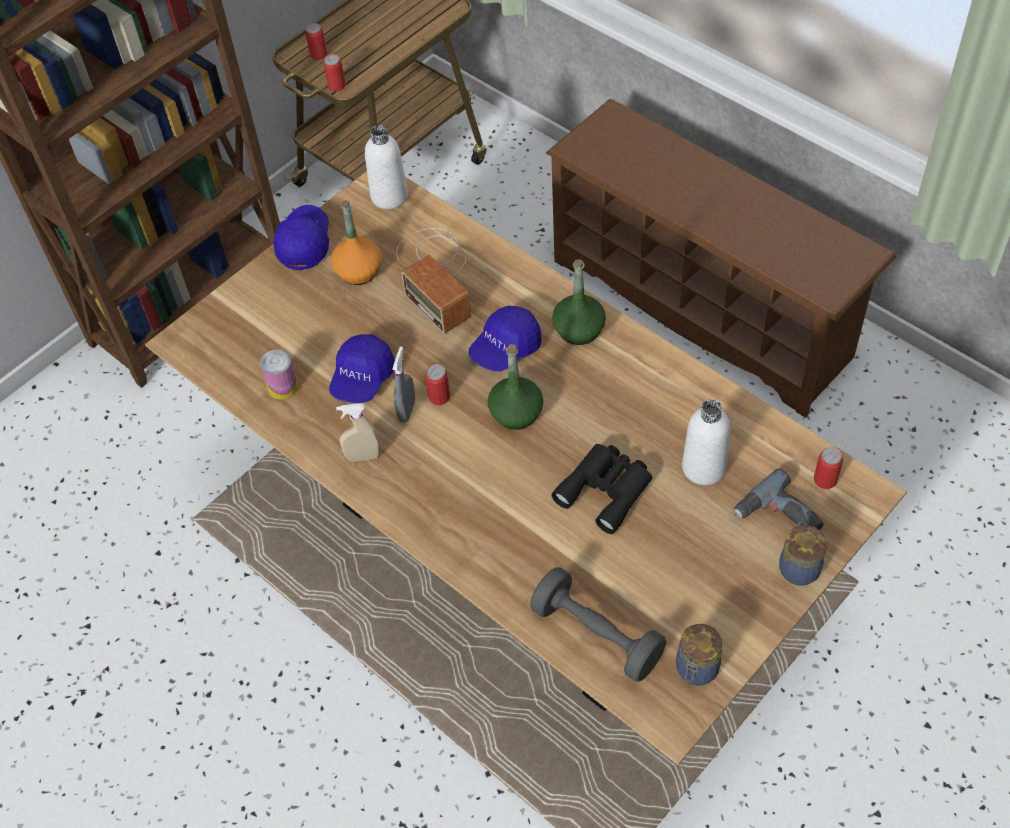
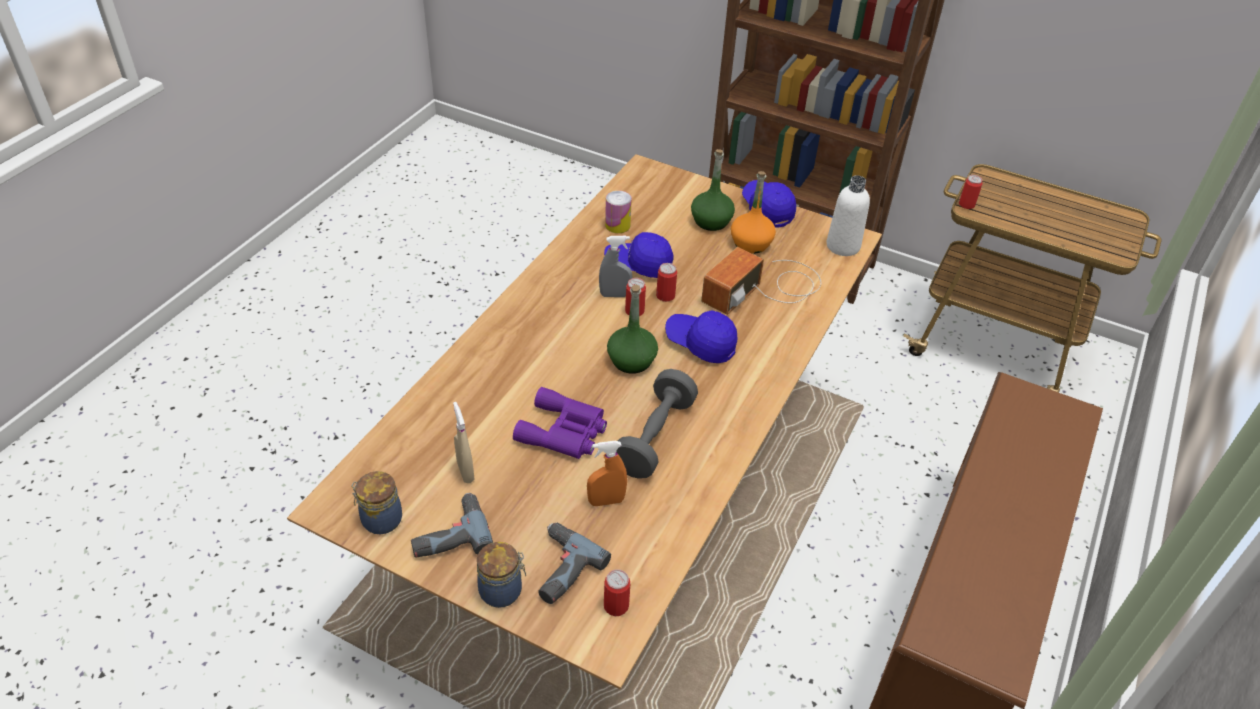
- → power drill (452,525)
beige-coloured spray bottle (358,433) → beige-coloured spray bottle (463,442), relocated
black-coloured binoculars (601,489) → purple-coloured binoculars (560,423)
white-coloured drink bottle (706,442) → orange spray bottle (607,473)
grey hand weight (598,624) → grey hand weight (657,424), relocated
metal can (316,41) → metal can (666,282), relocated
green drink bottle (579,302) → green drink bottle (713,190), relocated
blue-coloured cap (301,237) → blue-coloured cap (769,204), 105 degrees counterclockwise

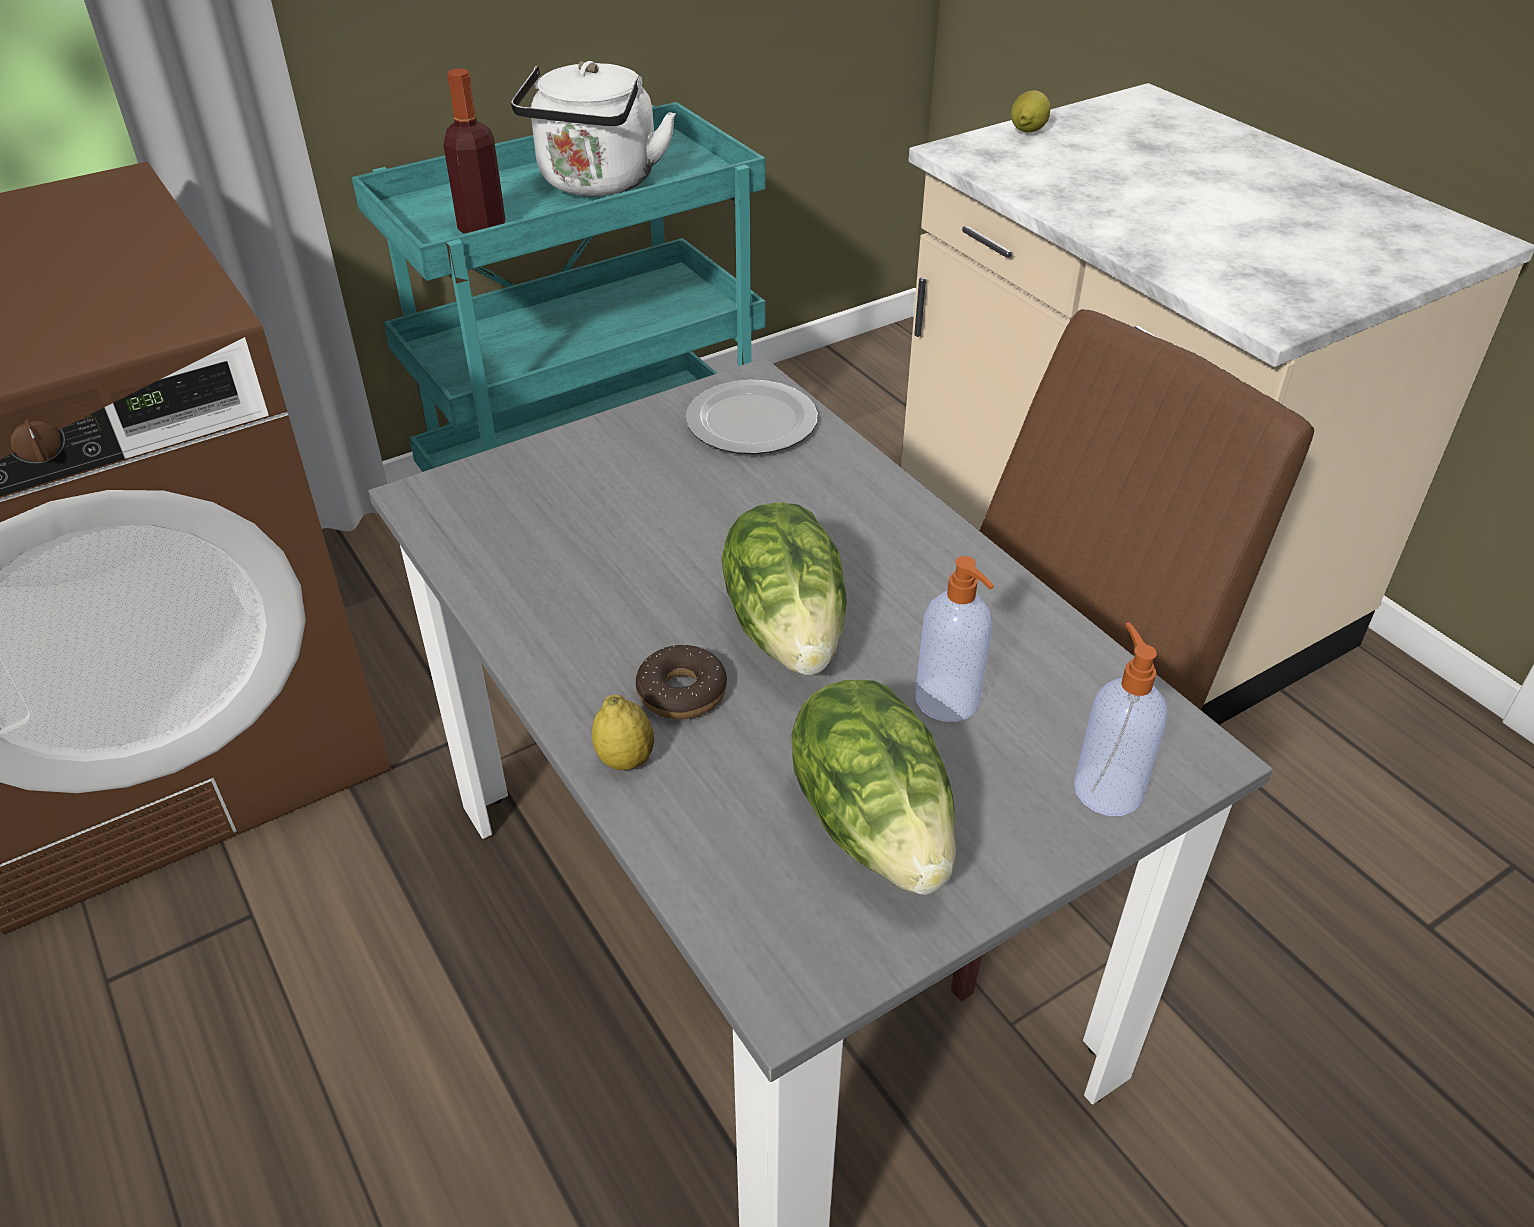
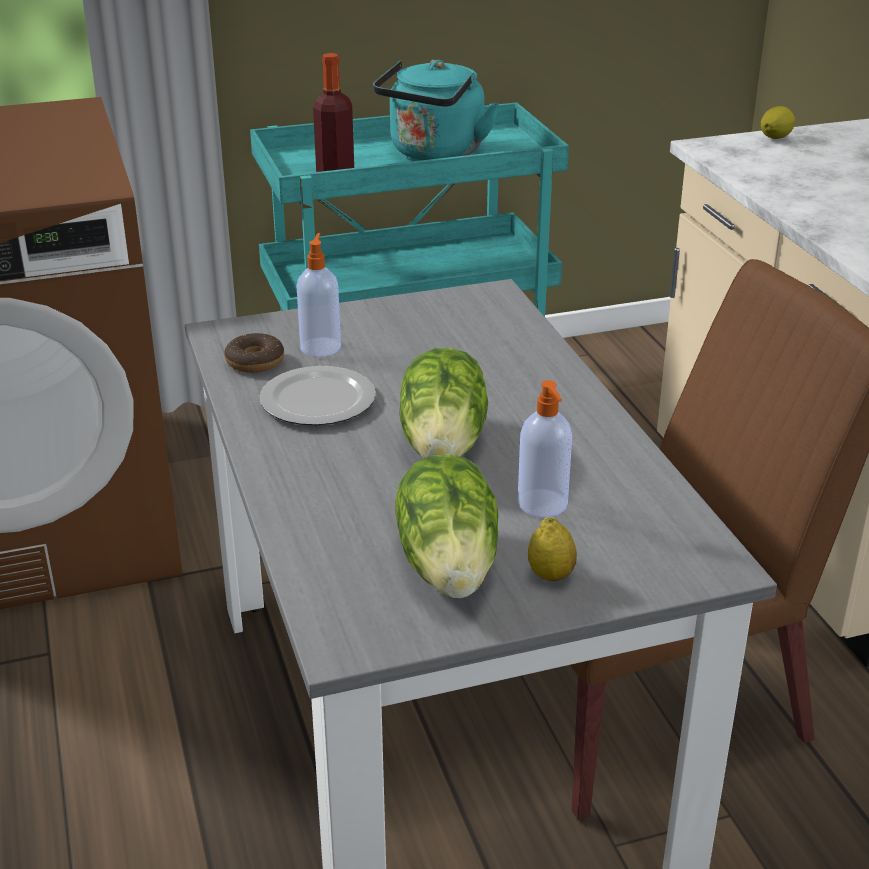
donut (681,682) → donut (254,353), relocated
plate (752,417) → plate (318,395), relocated
soap bottle (1120,719) → soap bottle (319,295), relocated
white-coloured kettle (593,128) → turquoise kettle (436,109)
citrus fruit (623,732) → citrus fruit (552,549), relocated

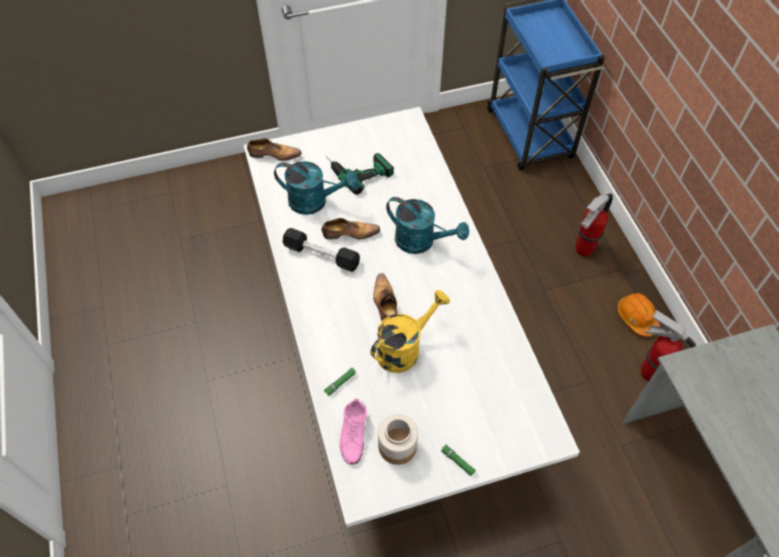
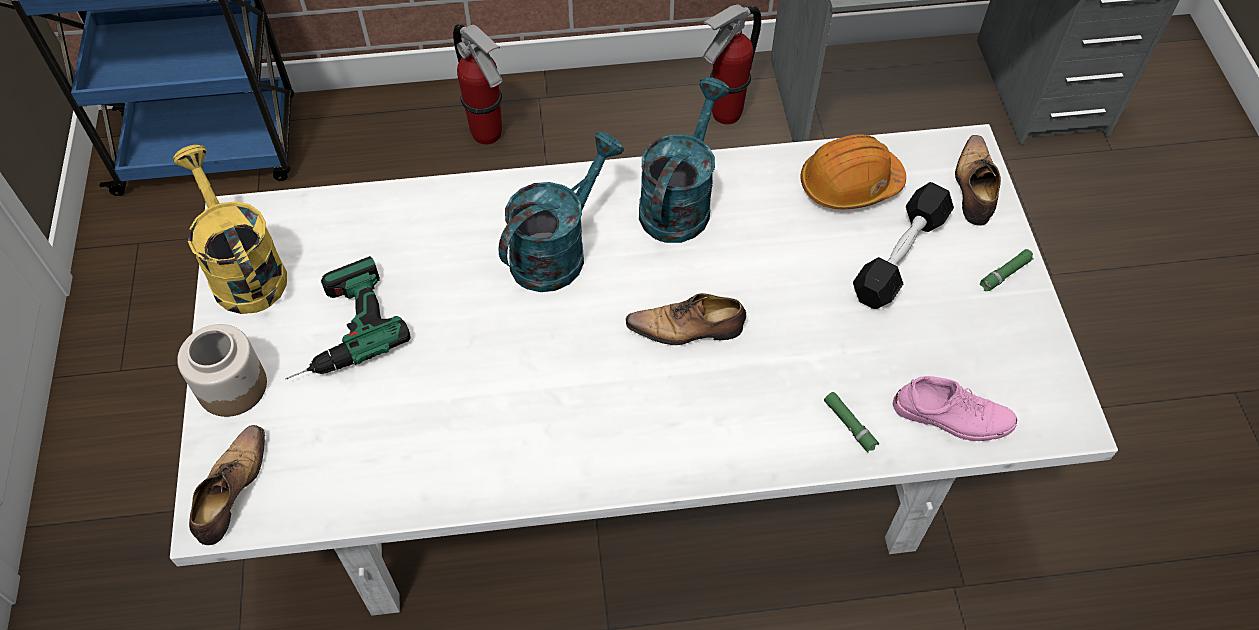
yellowish watering can (410,331) → yellowish watering can (230,229), relocated
jar (398,439) → jar (222,370), relocated
turquoise watering can (316,188) → turquoise watering can (684,160), relocated
orange hard hat (638,314) → orange hard hat (853,171), relocated
black-coloured hand weight (321,250) → black-coloured hand weight (903,245), relocated
item of footwear (351,229) → item of footwear (978,180), relocated

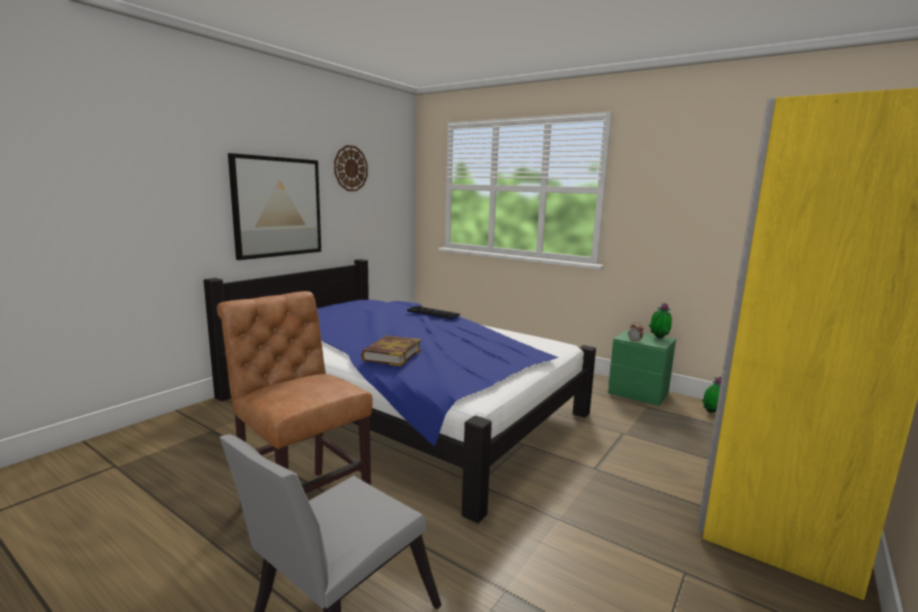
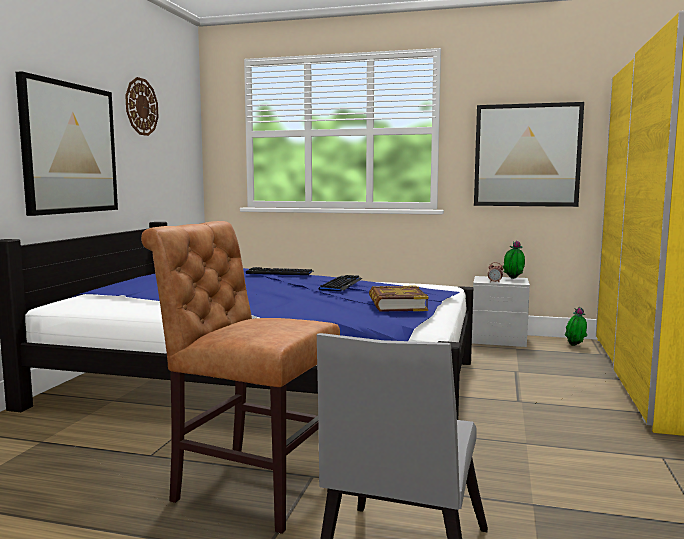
- → keyboard (341,283)
book (391,350) → book (399,298), relocated
green nightstand (642,368) → grey nightstand (501,311)
- → picture (529,154)

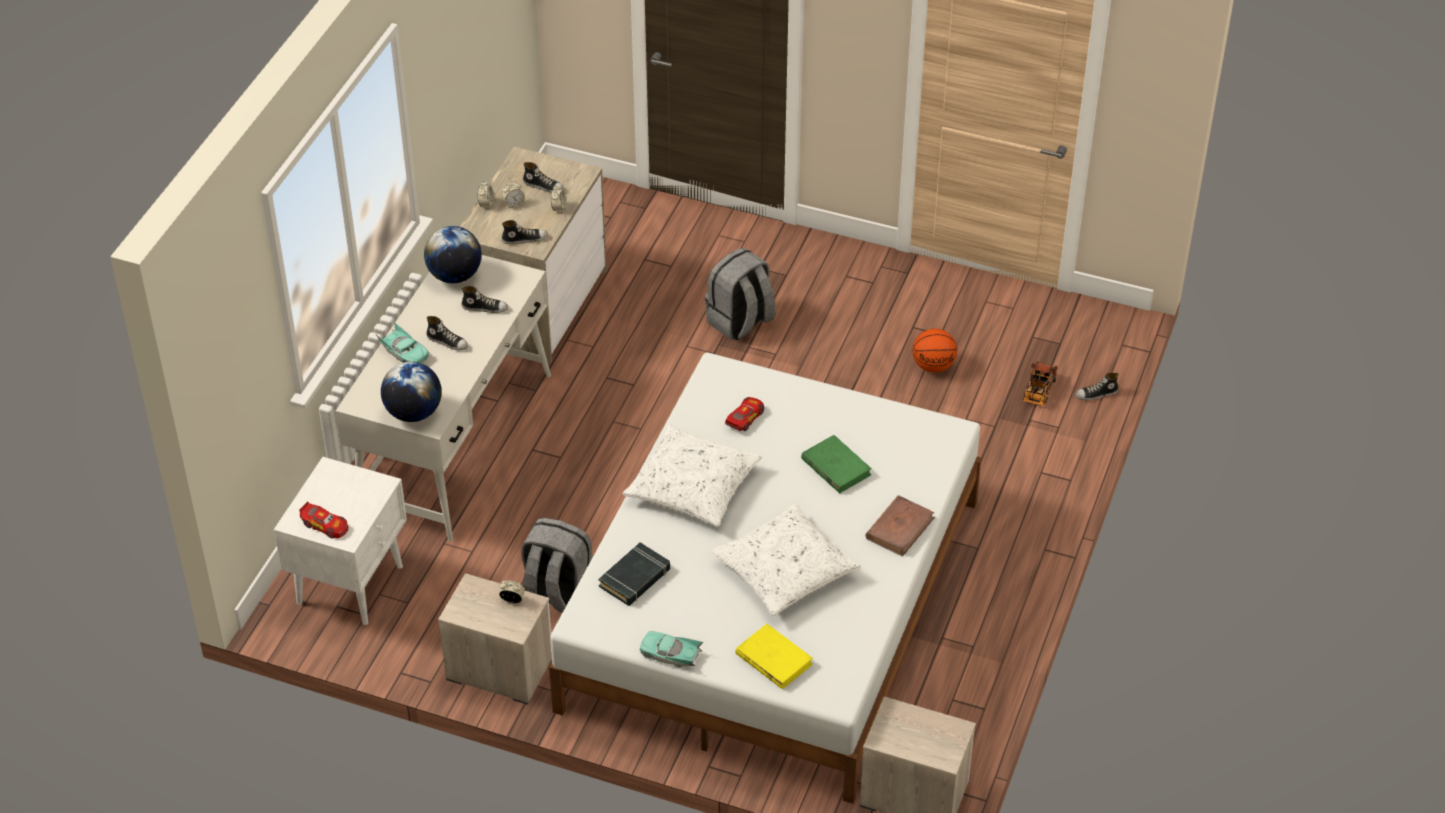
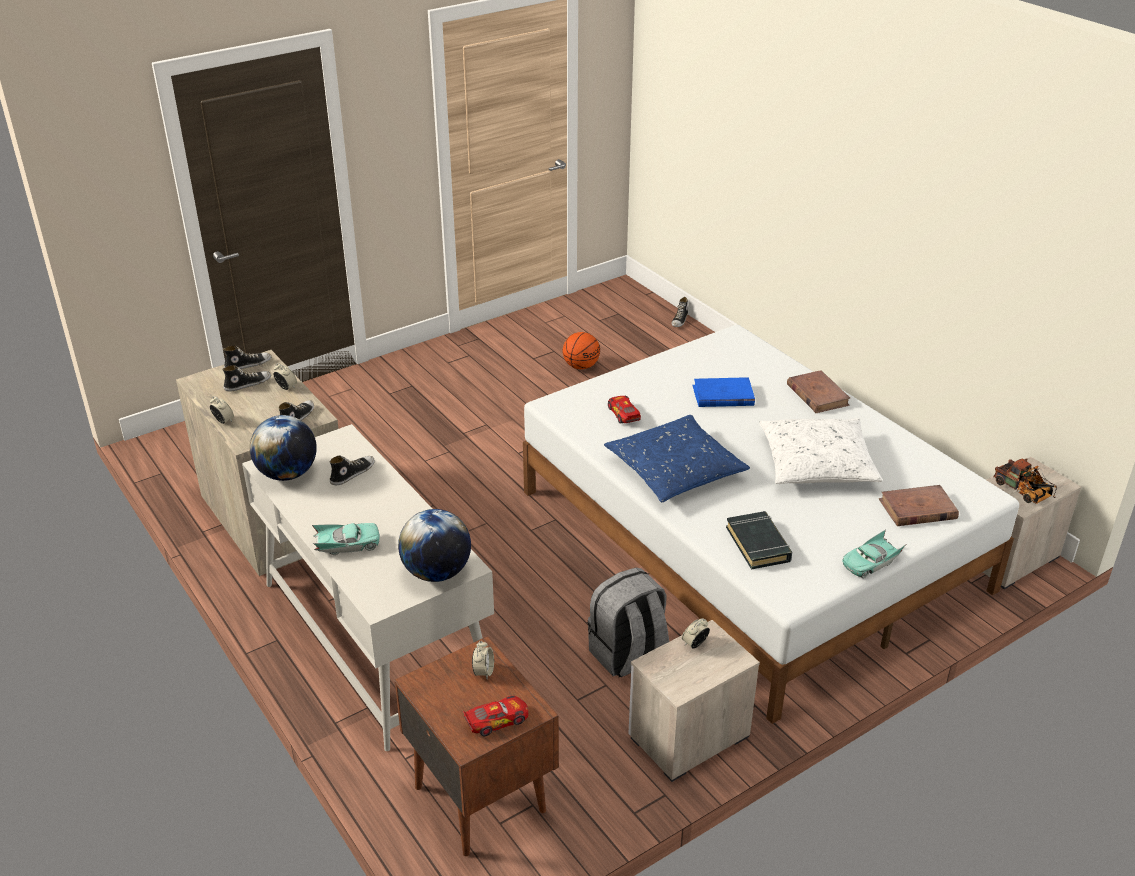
item of footwear (447,333) → item of footwear (247,357), relocated
white-coloured nightstand (340,541) → brown-coloured nightstand (476,746)
alarm clock (513,195) → alarm clock (483,660), relocated
white-coloured throw pillow (692,475) → blue-coloured throw pillow (677,458)
green book (836,464) → blue-coloured book (724,392)
yellowish book (774,656) → brown-coloured book (919,505)
toy lorry (1040,383) → toy lorry (1025,481), relocated
grey rucksack (740,294) → -

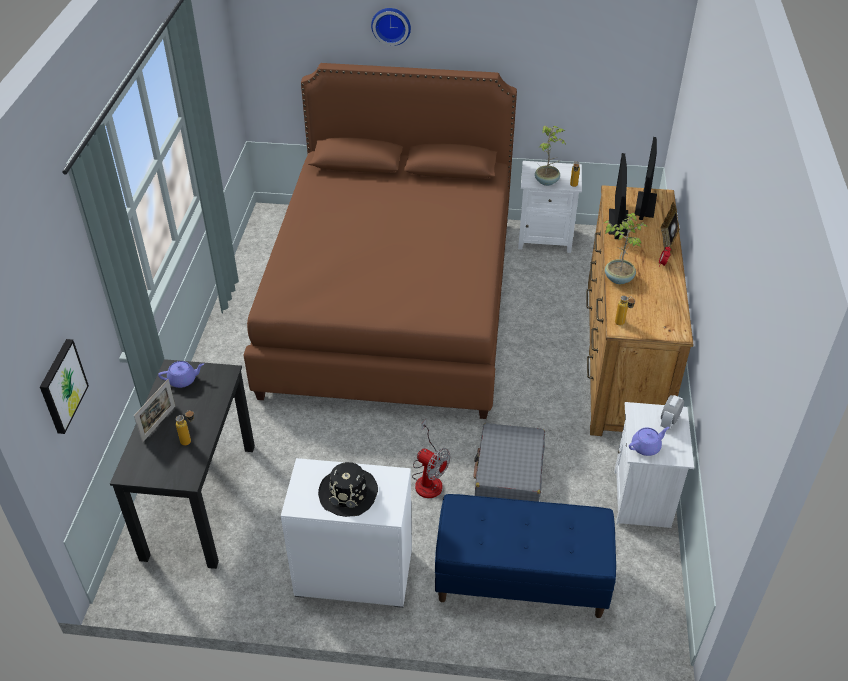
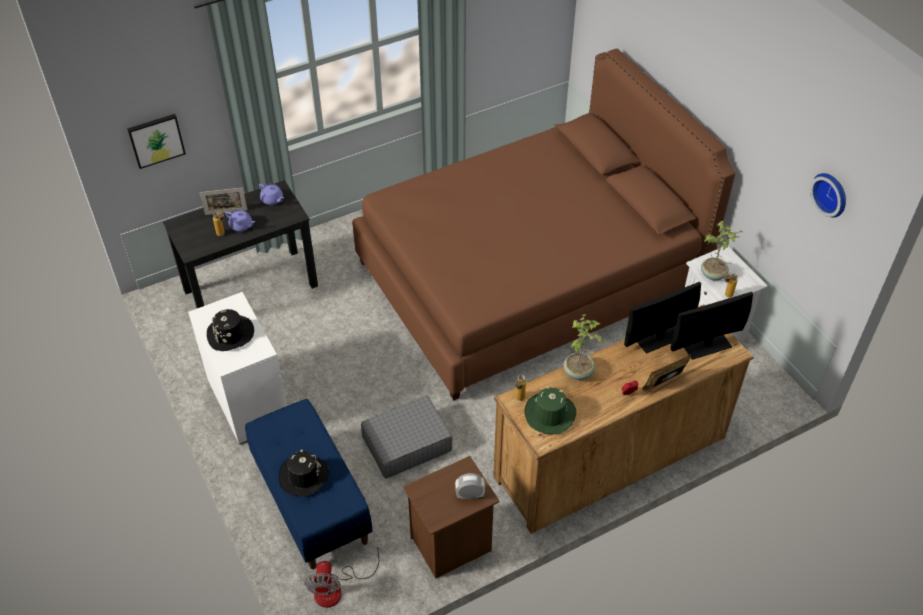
purple-coloured tea pot (649,441) → purple-coloured tea pot (240,220), relocated
- → black-coloured wearable hat (304,473)
cooling fan (431,459) → cooling fan (343,576), relocated
white-coloured nightstand (654,465) → brown-coloured nightstand (451,517)
- → green wearable hat (550,410)
clock on the wall (391,27) → clock on the wall (828,195), relocated

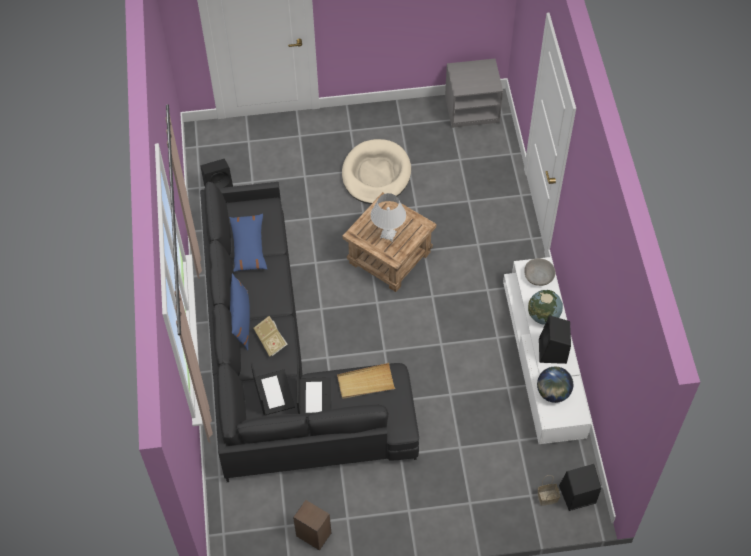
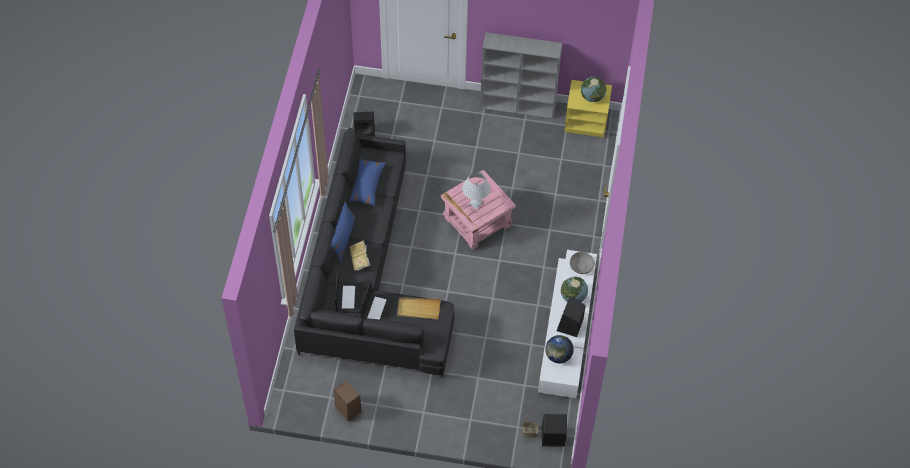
brown-coloured side table (389,242) → pinkish side table (478,210)
- → grey bookcase (521,75)
grey nightstand (474,93) → yellowish nightstand (588,109)
- → world globe (594,89)
beige-coloured dog bed (376,171) → -

